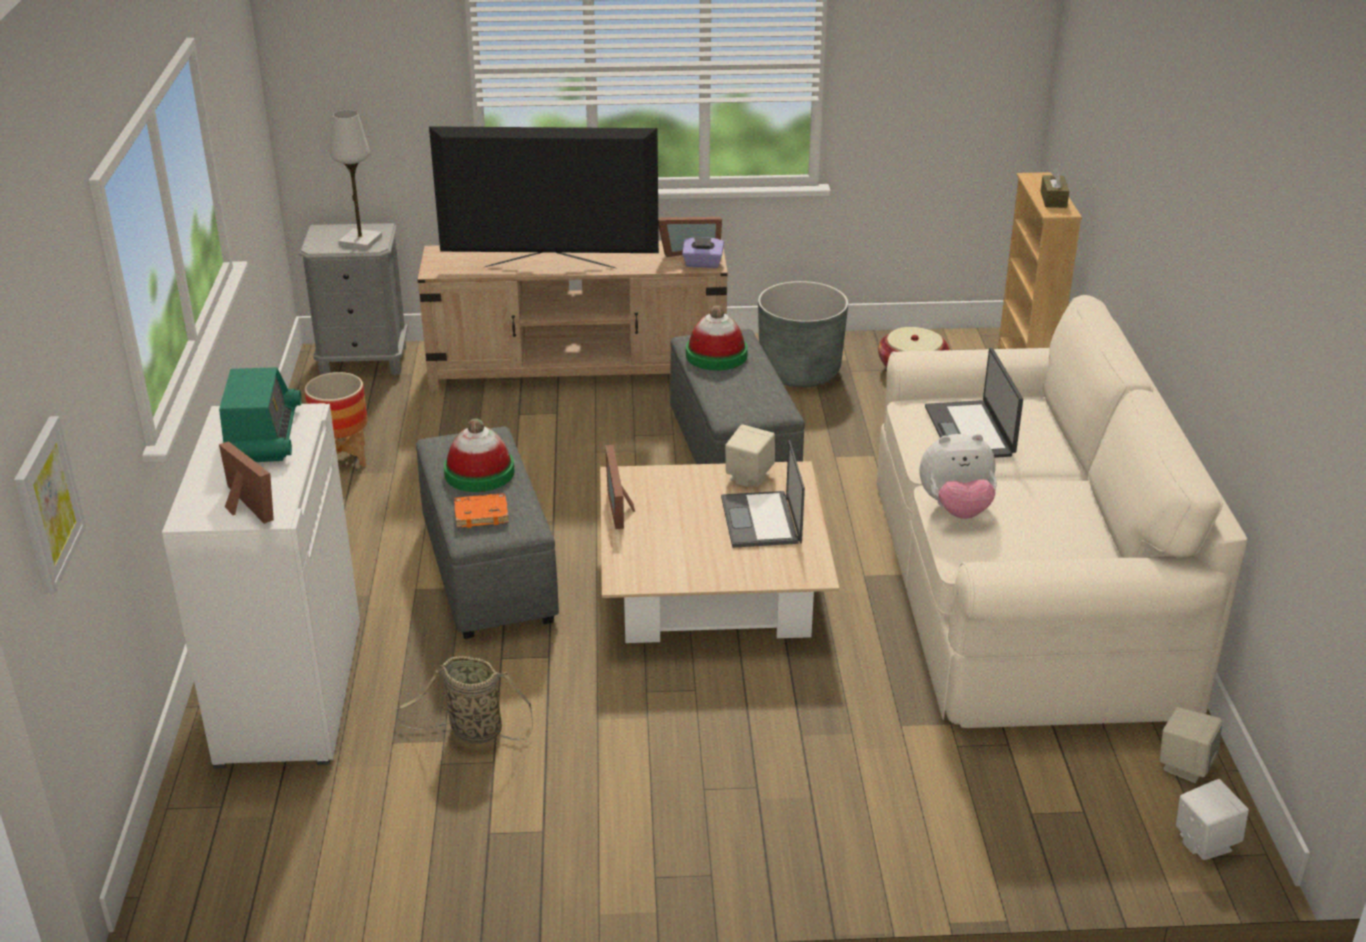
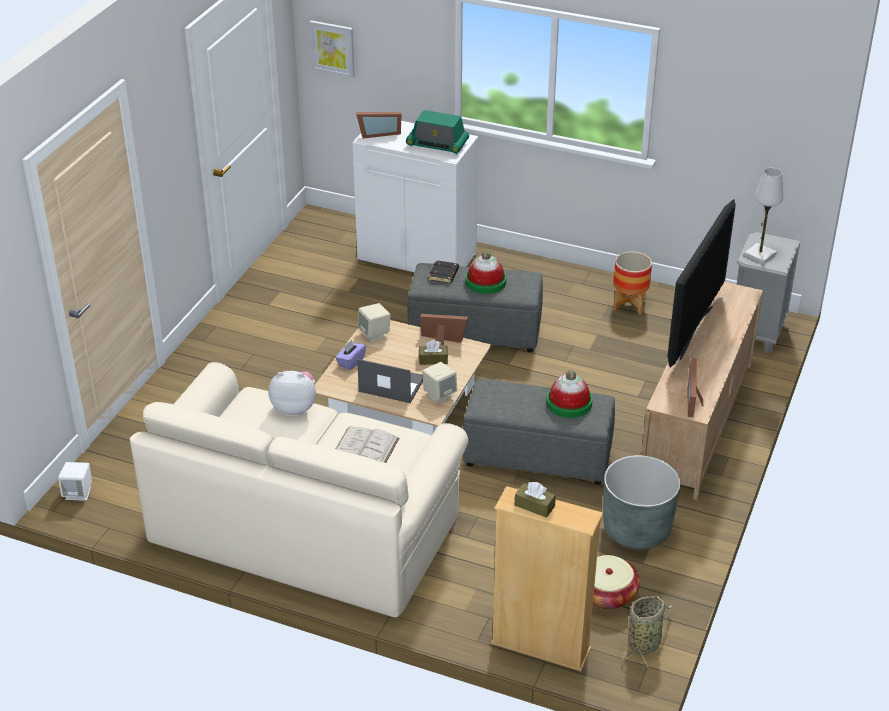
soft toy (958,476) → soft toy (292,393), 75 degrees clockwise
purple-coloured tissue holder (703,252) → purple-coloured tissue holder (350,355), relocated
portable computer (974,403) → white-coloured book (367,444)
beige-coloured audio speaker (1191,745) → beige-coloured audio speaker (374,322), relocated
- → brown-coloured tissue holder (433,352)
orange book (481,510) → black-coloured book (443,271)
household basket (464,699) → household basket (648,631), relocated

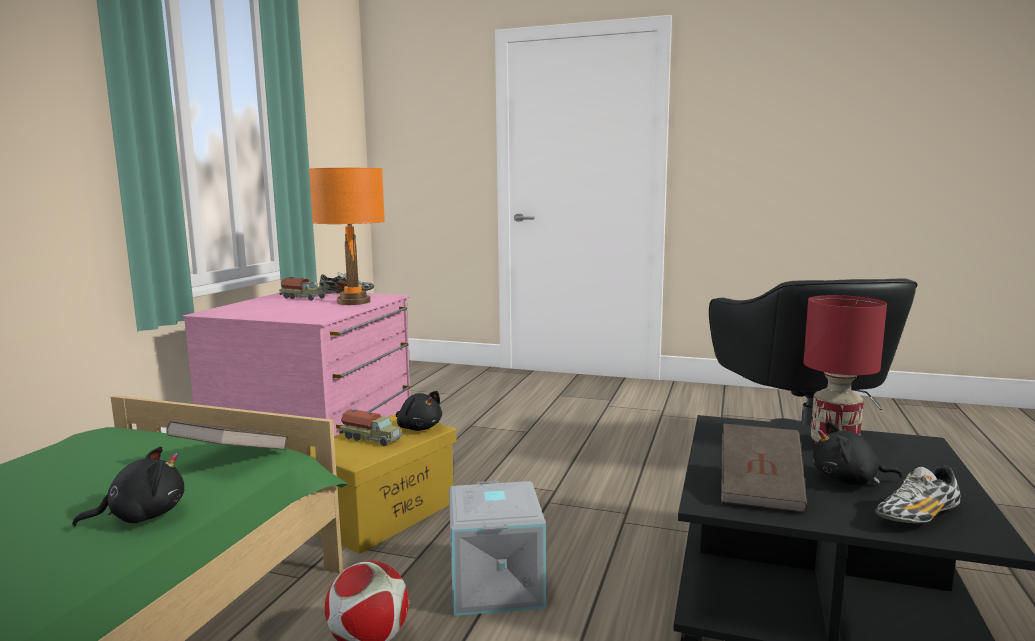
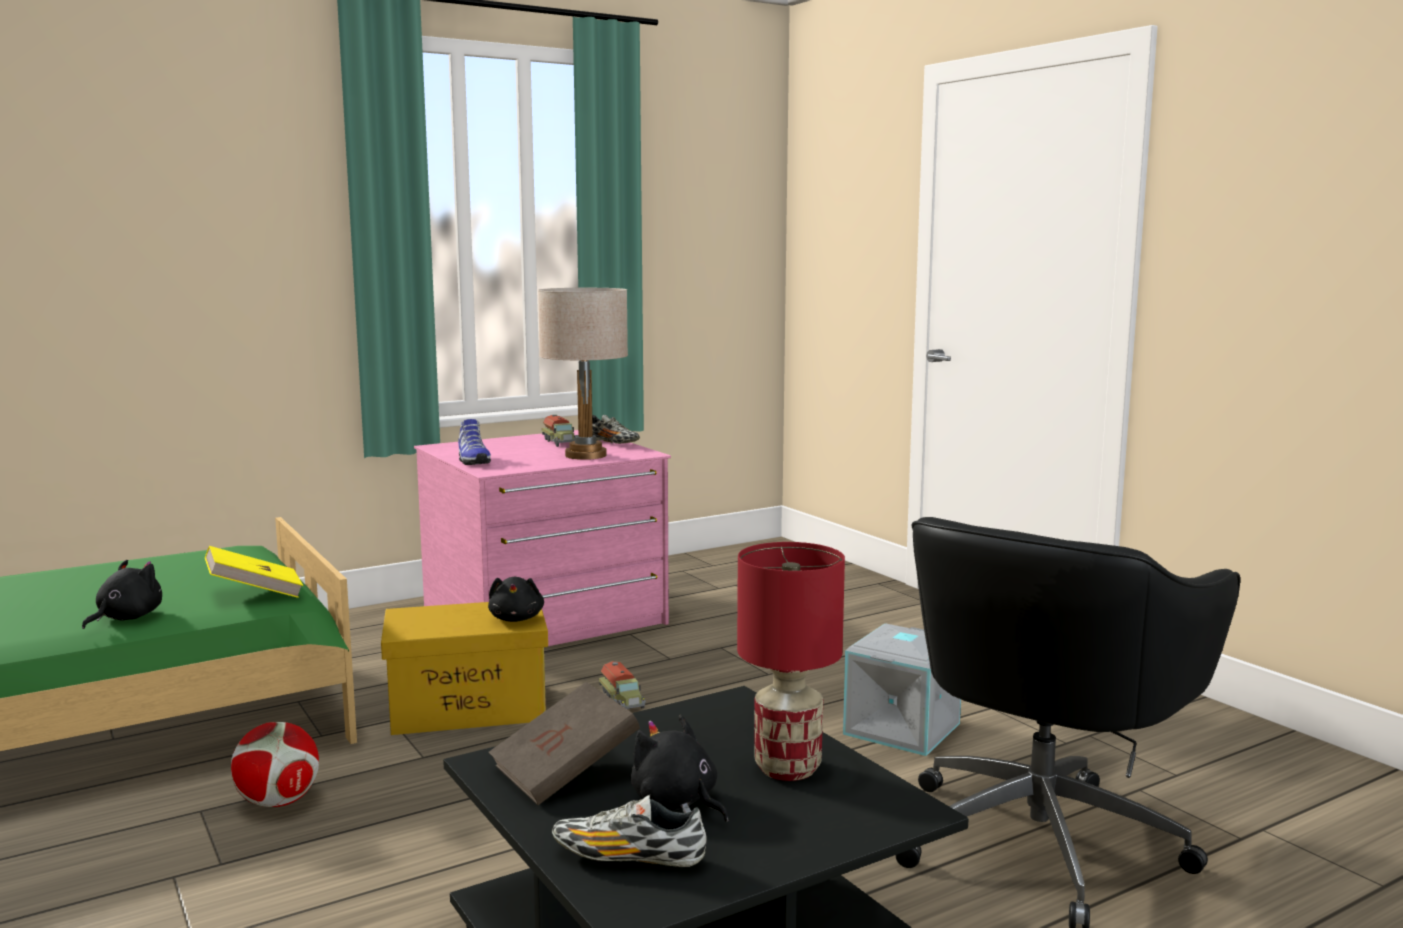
black-coloured soft toy (128,487) → black-coloured soft toy (122,594), 75 degrees counterclockwise
brown-coloured book (227,435) → yellowish book (254,572)
- → item of footwear (474,442)
orange lamp for a table (347,236) → beige-coloured lamp for a table (583,374)
toy lorry (371,428) → toy lorry (622,685), relocated
grey storage box (497,548) → grey storage box (902,690), relocated

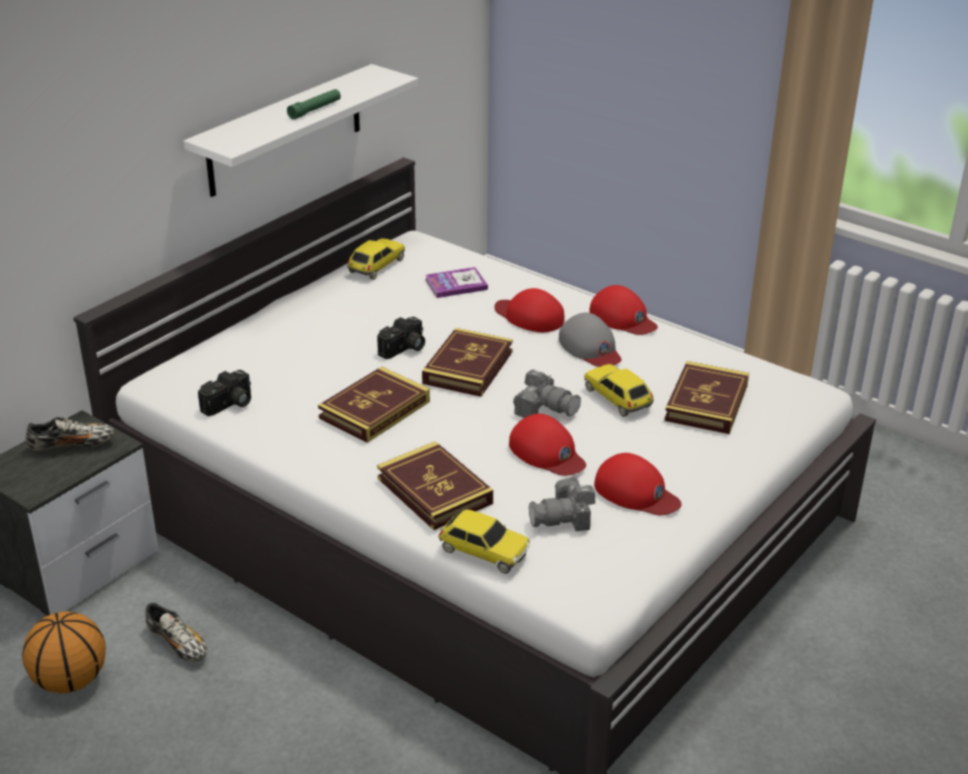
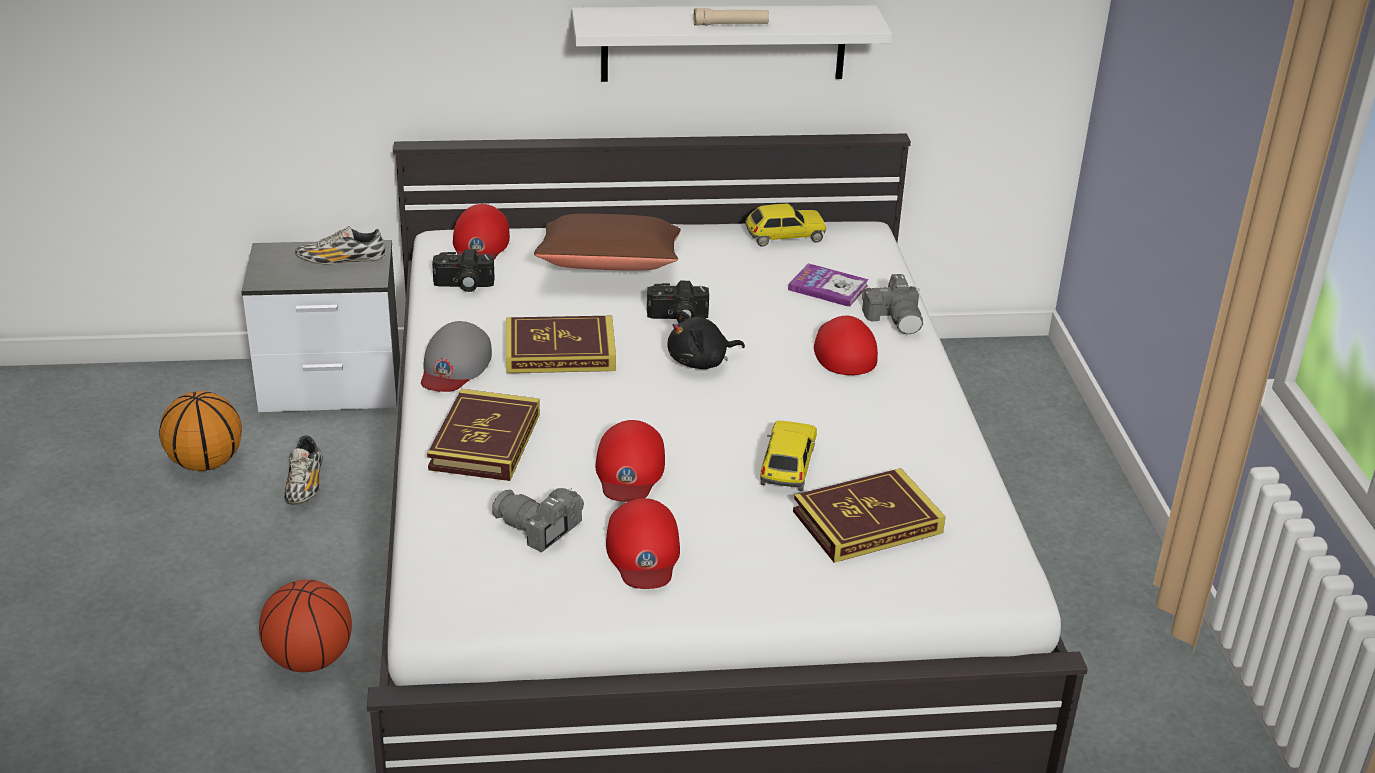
- → ball for basketball (305,626)
item of footwear (70,434) → item of footwear (340,245), 135 degrees clockwise
grey cap (590,339) → grey cap (456,356), relocated
red-coloured cap (623,310) → red-coloured cap (481,232), relocated
- → brown-coloured throw pillow (607,242)
book (467,362) → black-coloured soft toy (706,339)
green hand torch (314,104) → beige-coloured hand torch (731,16)
still camera (547,394) → still camera (892,304), relocated
model car (484,542) → -

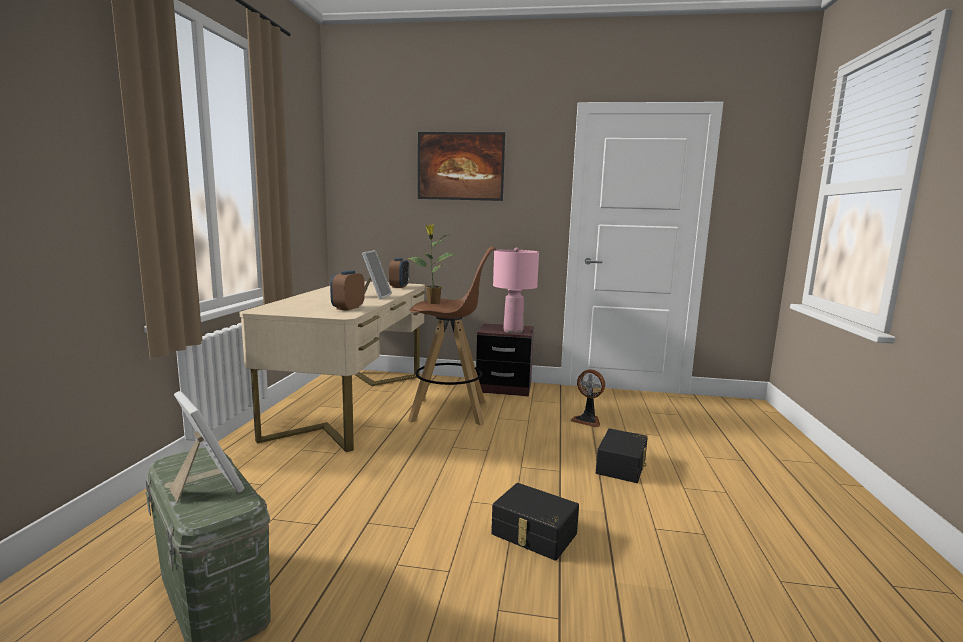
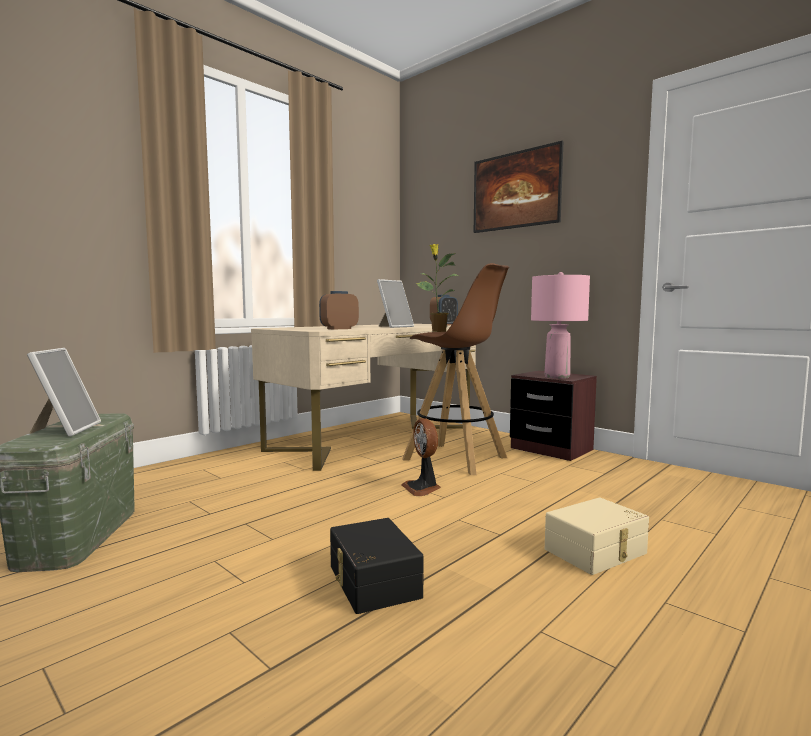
cooling fan (588,398) → cooling fan (421,457), relocated
black-coloured storage box (622,455) → beige-coloured storage box (597,536)

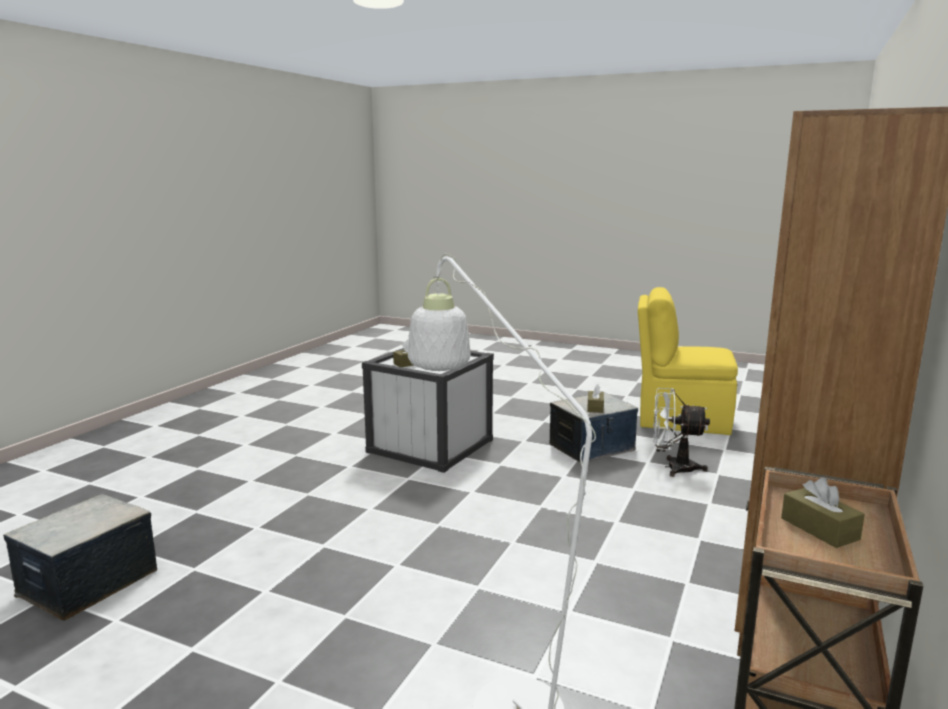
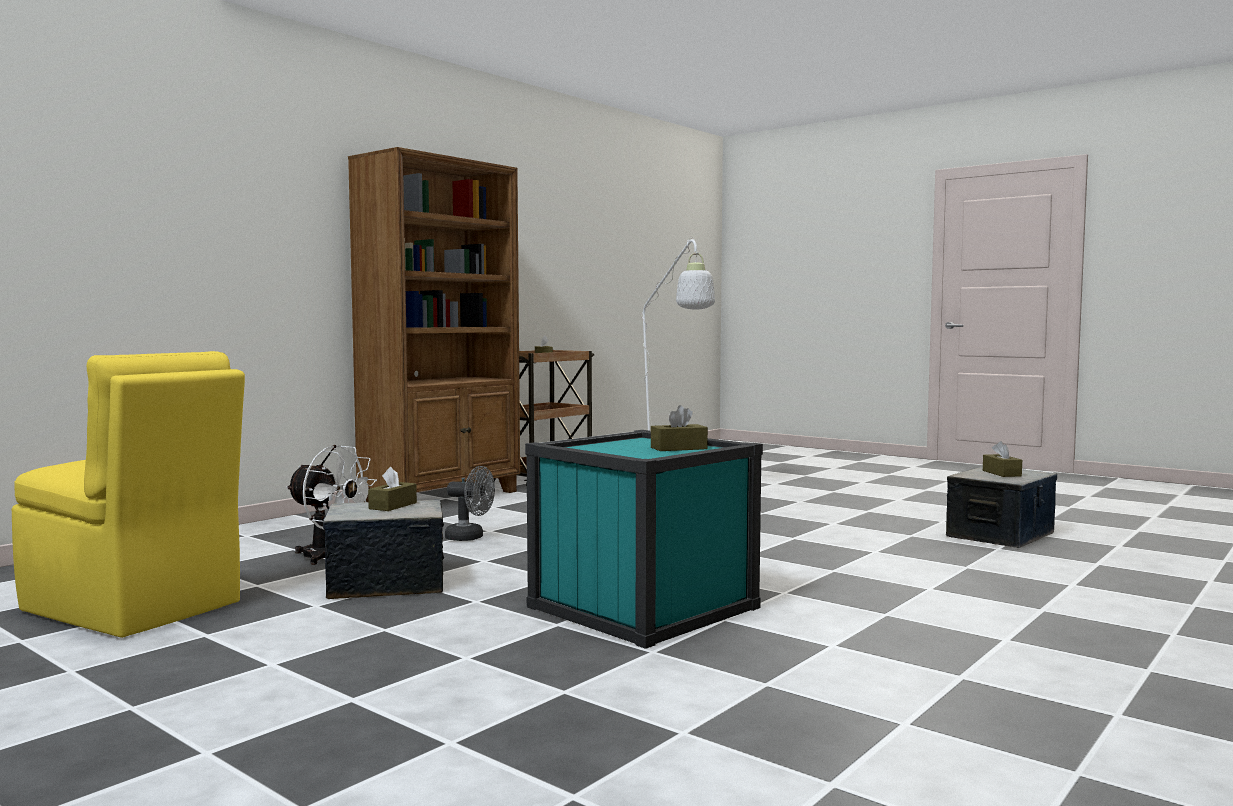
- → grey cooling fan (470,503)
white-coloured storage box (428,410) → turquoise storage box (644,539)
- → brown-coloured tissue holder (1002,459)

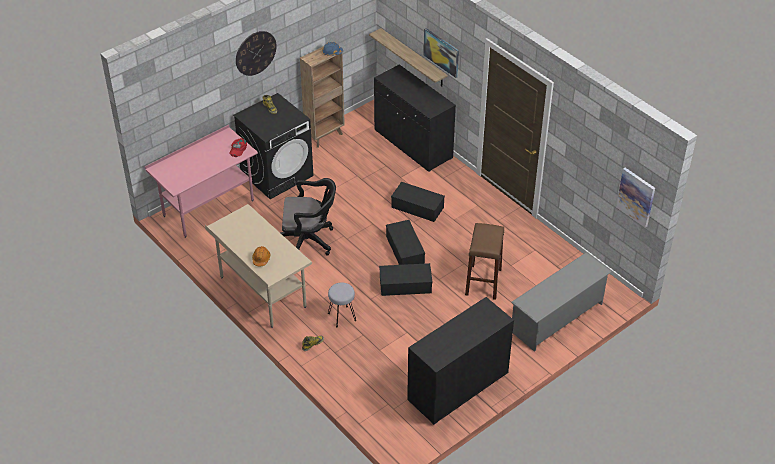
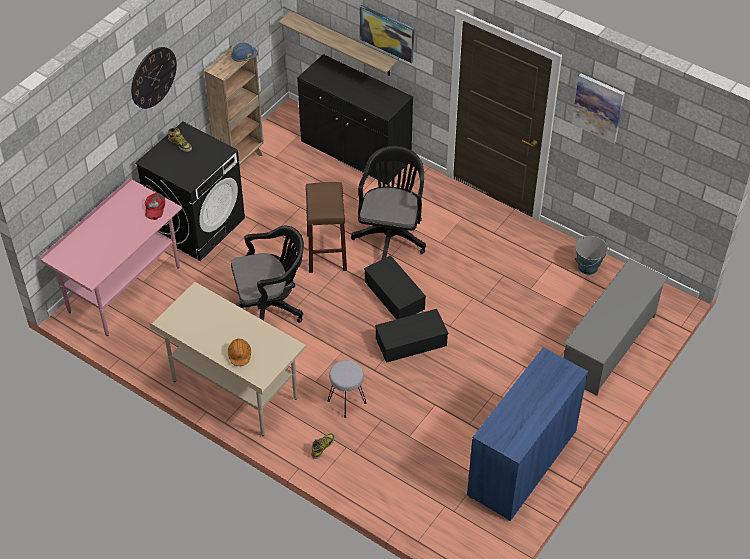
brown-coloured stool seat (484,261) → brown-coloured stool seat (326,227), relocated
black-coloured storage box (418,202) → black-coloured computer chair (388,203)
black-coloured cupboard (460,361) → blue-coloured cupboard (527,434)
picture (635,198) → picture (598,108), relocated
- → pail (591,255)

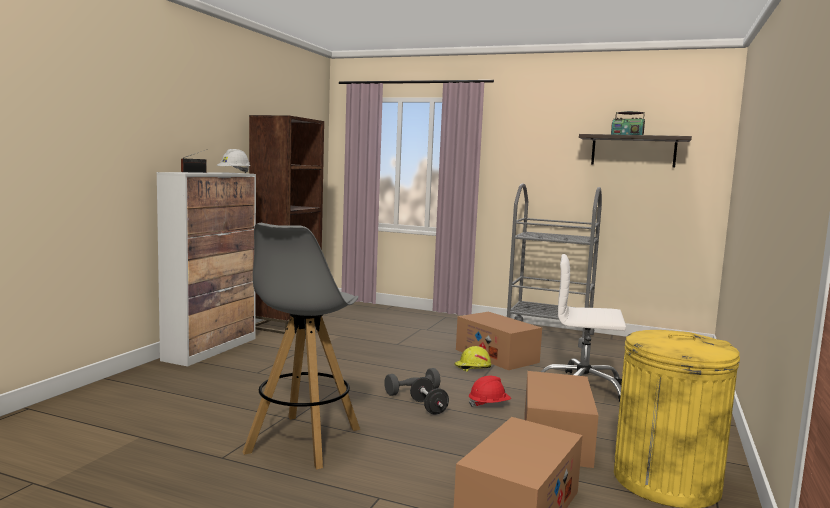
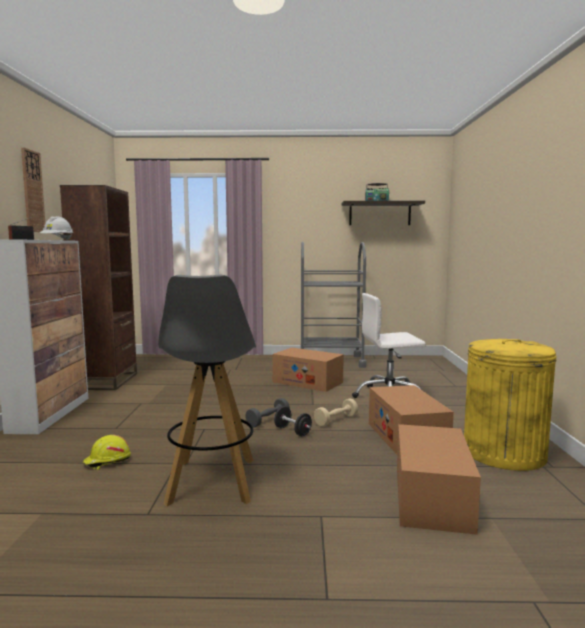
- → clock on the wall (33,189)
yellowish hard hat (473,359) → yellowish hard hat (107,452), relocated
red-coloured hard hat (490,391) → beige-coloured hand weight (336,413)

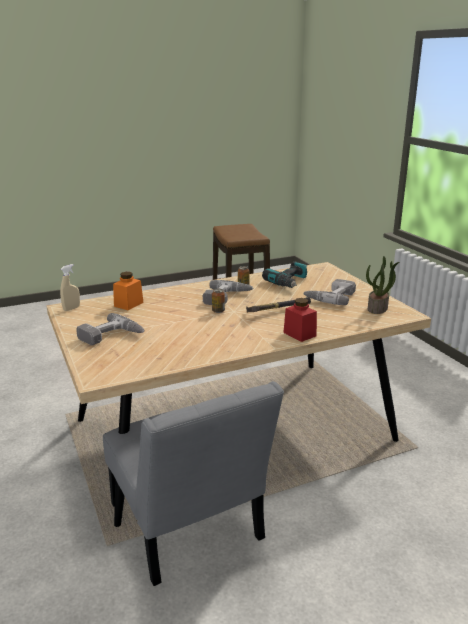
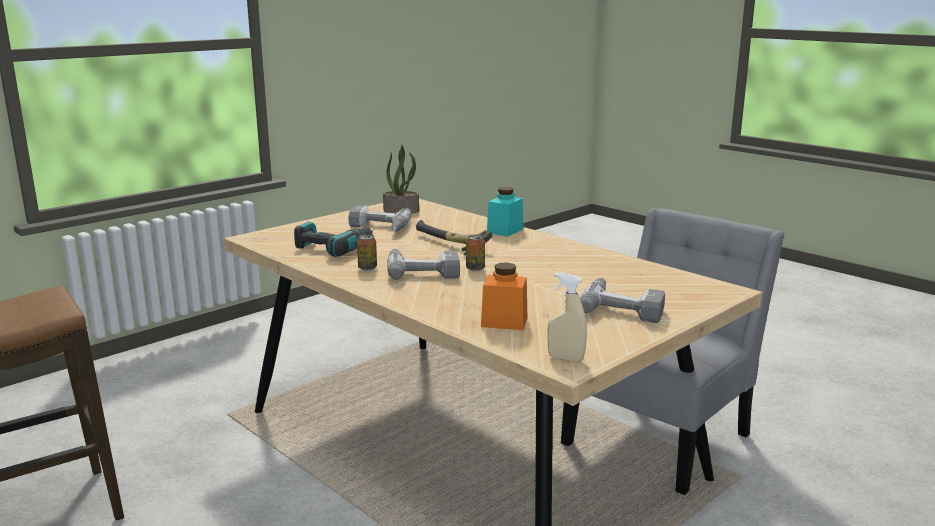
red-coloured jar (300,320) → turquoise jar (505,212)

